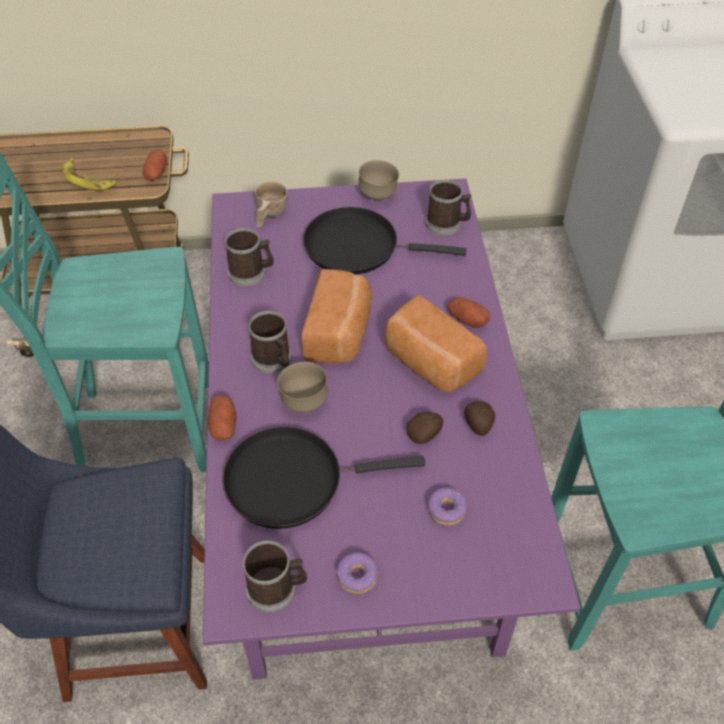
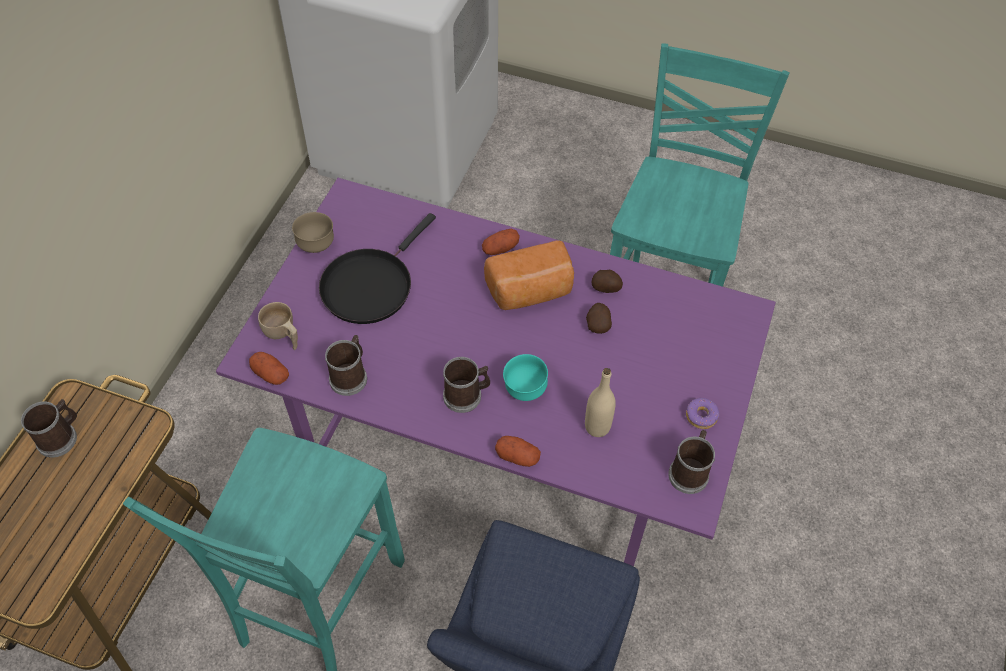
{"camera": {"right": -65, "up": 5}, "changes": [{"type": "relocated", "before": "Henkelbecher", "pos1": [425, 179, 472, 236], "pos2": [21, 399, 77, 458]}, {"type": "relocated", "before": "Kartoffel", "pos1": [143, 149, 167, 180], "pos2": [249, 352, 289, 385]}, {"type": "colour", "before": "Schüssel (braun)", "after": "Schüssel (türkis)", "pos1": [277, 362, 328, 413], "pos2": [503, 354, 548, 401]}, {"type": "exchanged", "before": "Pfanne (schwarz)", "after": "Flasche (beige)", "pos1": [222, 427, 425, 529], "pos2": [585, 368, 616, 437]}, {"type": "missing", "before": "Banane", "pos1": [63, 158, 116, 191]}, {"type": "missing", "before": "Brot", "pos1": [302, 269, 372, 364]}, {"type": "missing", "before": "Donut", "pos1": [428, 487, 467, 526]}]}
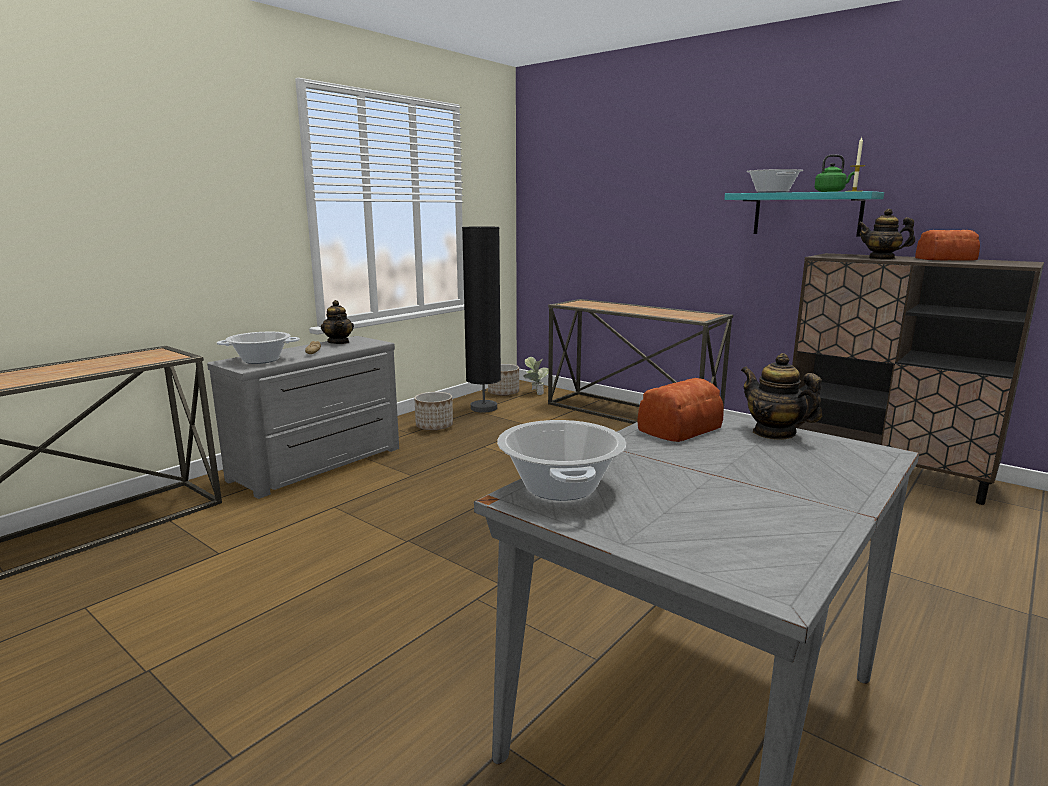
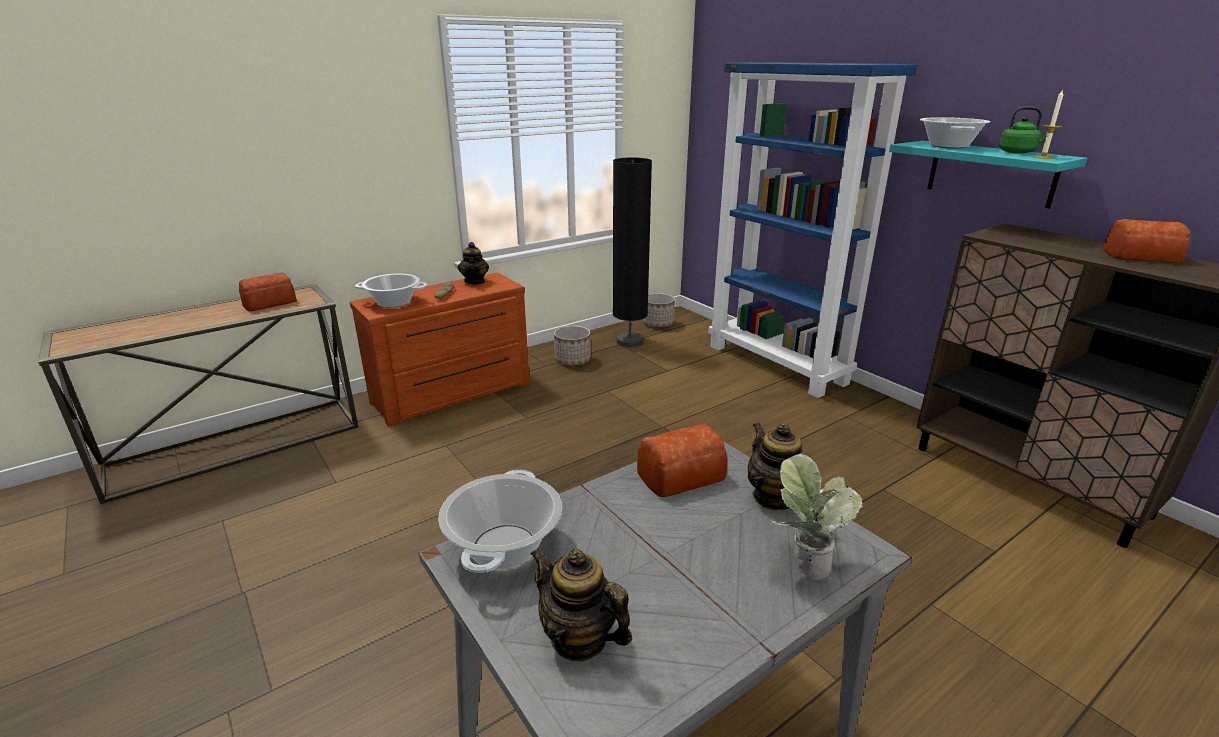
{"camera": {"right": 15, "up": 10}, "changes": [{"type": "appeared", "after": "Brot", "pos2": [239, 273, 297, 311]}, {"type": "colour", "before": "Kommode (grau)", "after": "Kommode (braun)", "pos1": [207, 336, 399, 499], "pos2": [350, 272, 530, 427]}, {"type": "relocated", "before": "Teekanne", "pos1": [858, 209, 915, 259], "pos2": [531, 548, 632, 662]}, {"type": "exchanged", "before": "Konsolentisch", "after": "Bücherregal (blau)", "pos1": [548, 299, 733, 424], "pos2": [708, 62, 917, 398]}, {"type": "relocated", "before": "Topfpflanze", "pos1": [523, 357, 548, 395], "pos2": [770, 454, 862, 580]}]}
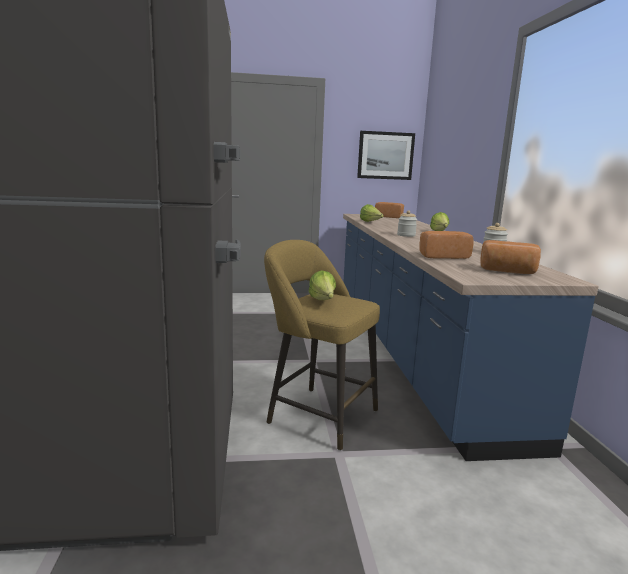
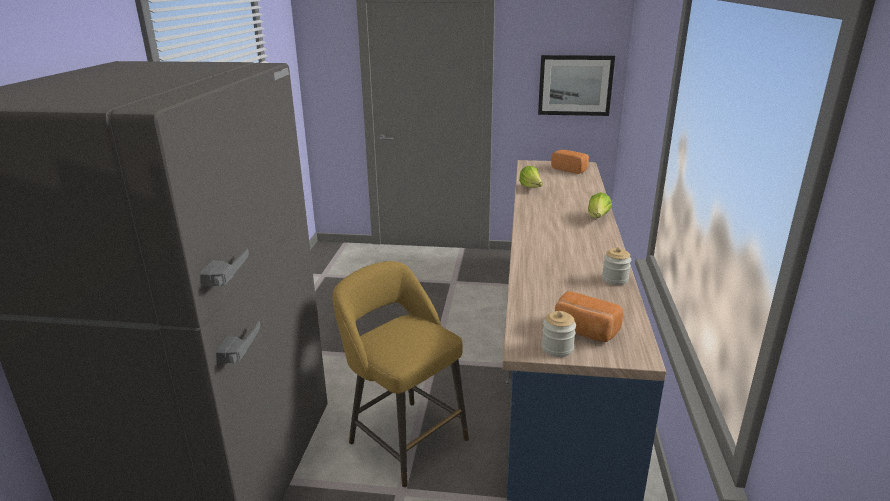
{"camera": {"right": 15, "up": 10}, "changes": [{"type": "relocated", "before": "Vorratsglas", "pos1": [397, 210, 417, 237], "pos2": [542, 311, 576, 357]}, {"type": "missing", "before": "Salatkopf", "pos1": [308, 270, 336, 300]}, {"type": "missing", "before": "Brot", "pos1": [419, 231, 473, 259]}]}
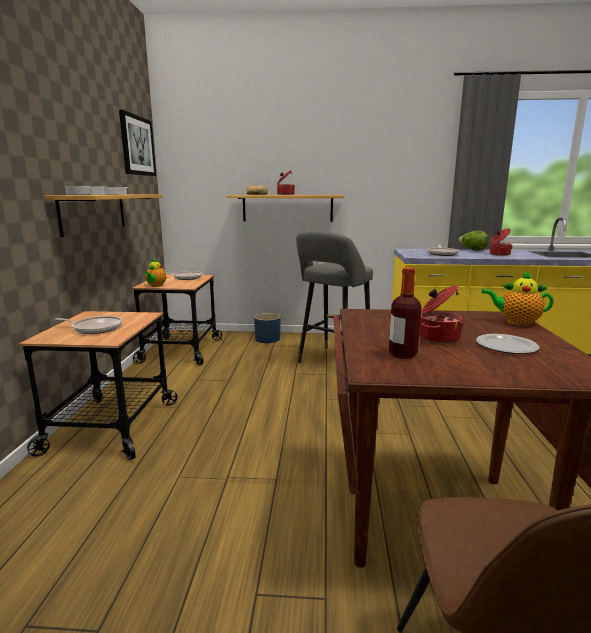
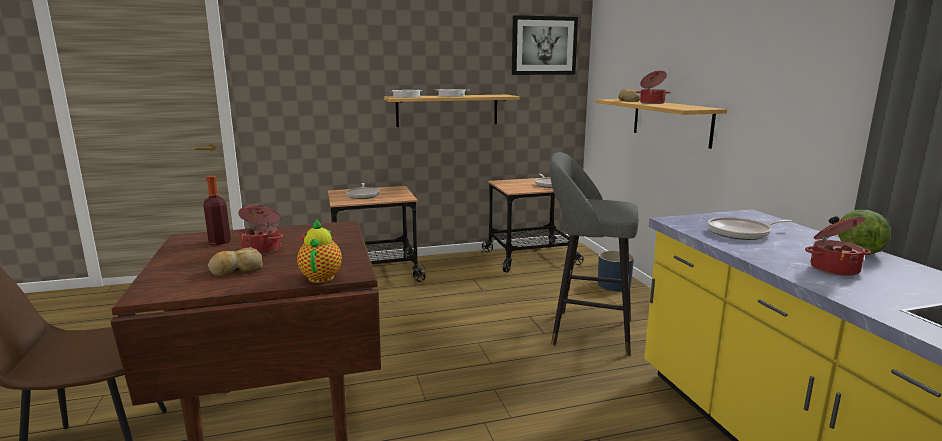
{"camera": {"right": 70, "up": 0}, "changes": [{"type": "exchanged", "before": "Teller", "after": "Brot", "pos1": [476, 334, 540, 354], "pos2": [208, 247, 263, 276]}, {"type": "missing", "before": "Teekanne", "pos1": [144, 258, 166, 287]}]}
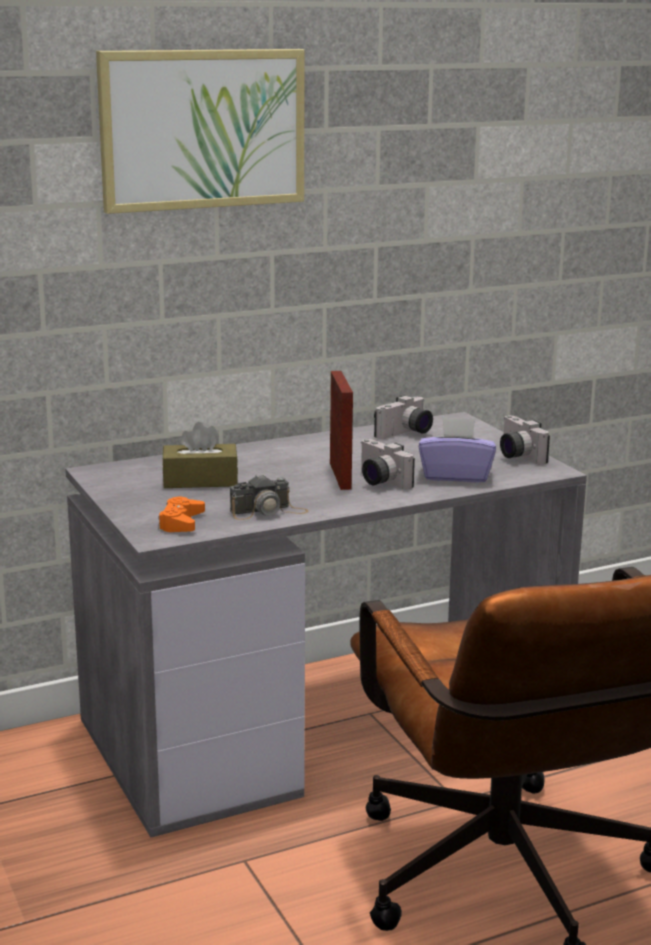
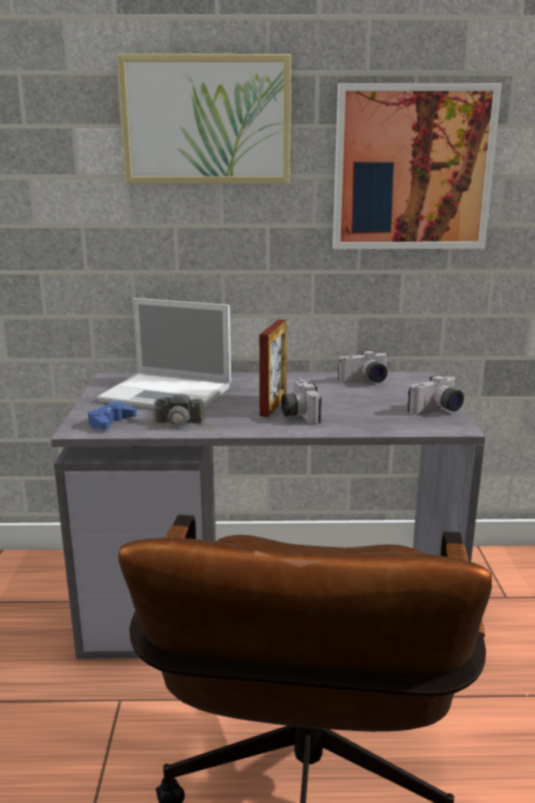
{"camera": {"right": 25, "up": 0}, "changes": [{"type": "colour", "before": "Gamepad (orange)", "after": "Gamepad (blau)", "pos1": [158, 497, 205, 532], "pos2": [88, 402, 137, 430]}, {"type": "exchanged", "before": "Taschentuchbox (braun)", "after": "Laptop", "pos1": [162, 422, 238, 488], "pos2": [97, 298, 231, 408]}, {"type": "appeared", "after": "Bild", "pos2": [333, 83, 502, 249]}, {"type": "spun", "before": "Kamera", "pos1": [500, 415, 550, 464], "pos2": [408, 375, 464, 415], "turn": -120}, {"type": "missing", "before": "Taschentuchbox (lila)", "pos1": [419, 417, 496, 482]}]}
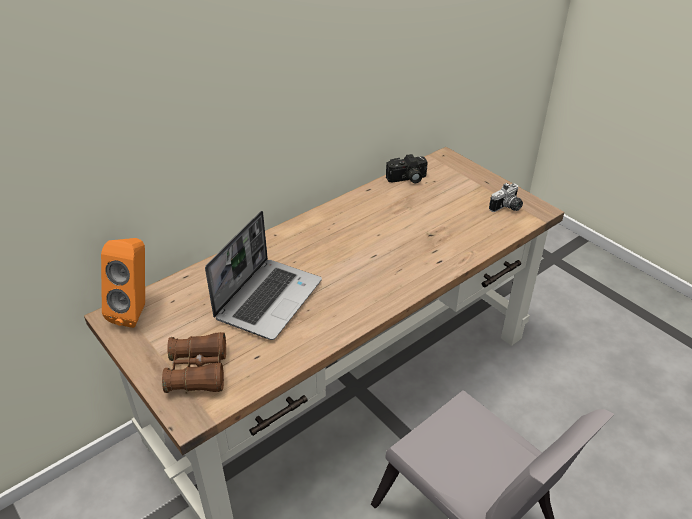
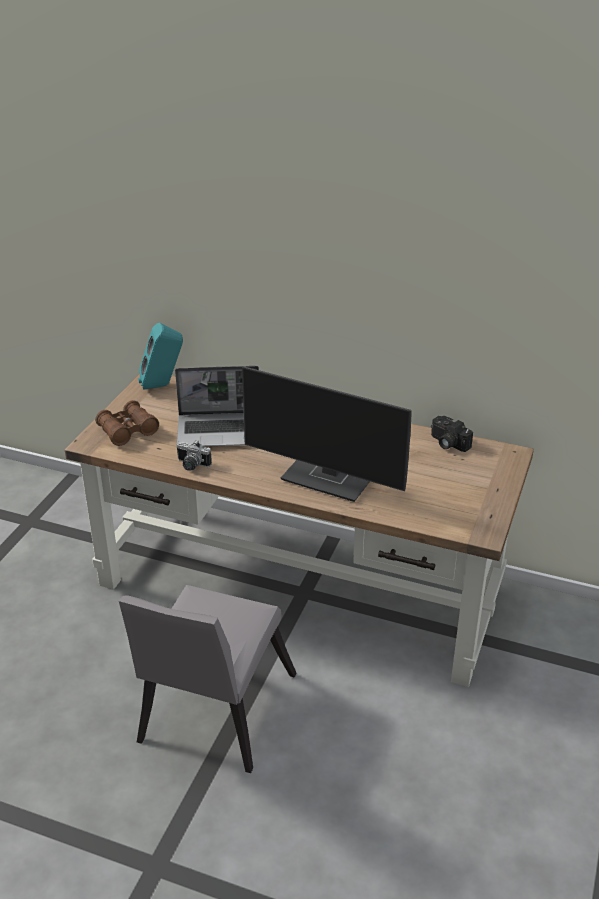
{"camera": {"right": 60, "up": -5}, "changes": [{"type": "colour", "before": "Lautsprecher (orange)", "after": "Lautsprecher (türkis)", "pos1": [101, 238, 145, 328], "pos2": [138, 323, 183, 390]}, {"type": "relocated", "before": "Kamera", "pos1": [489, 183, 523, 212], "pos2": [177, 440, 212, 471]}, {"type": "appeared", "after": "Monitor", "pos2": [242, 366, 412, 502]}]}
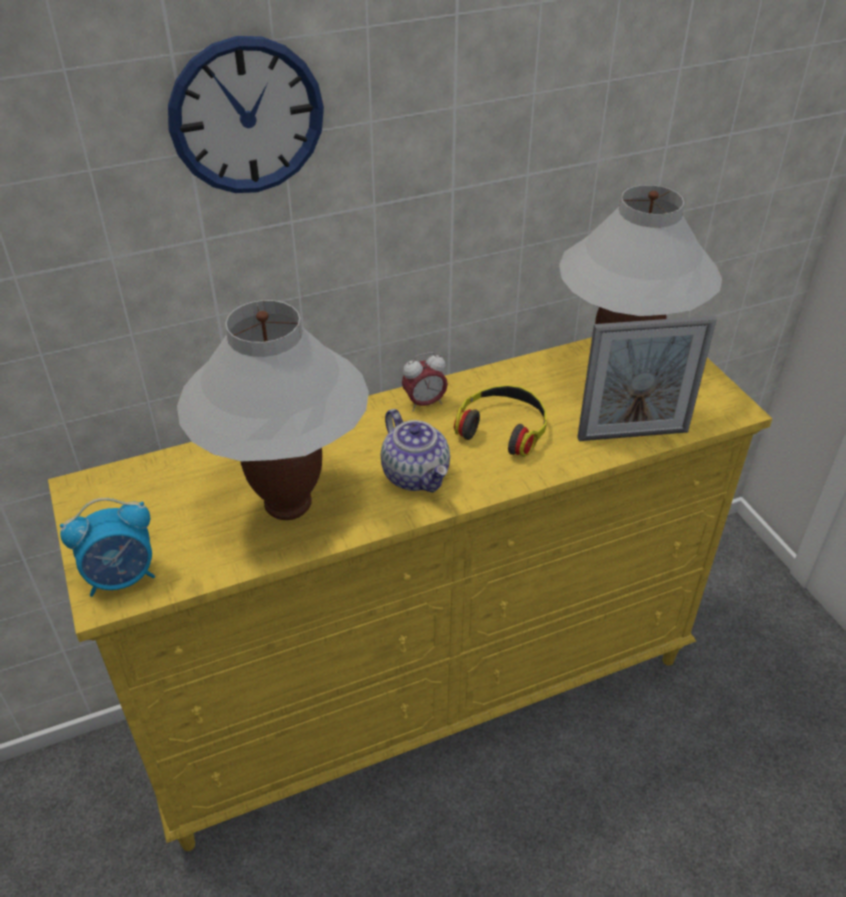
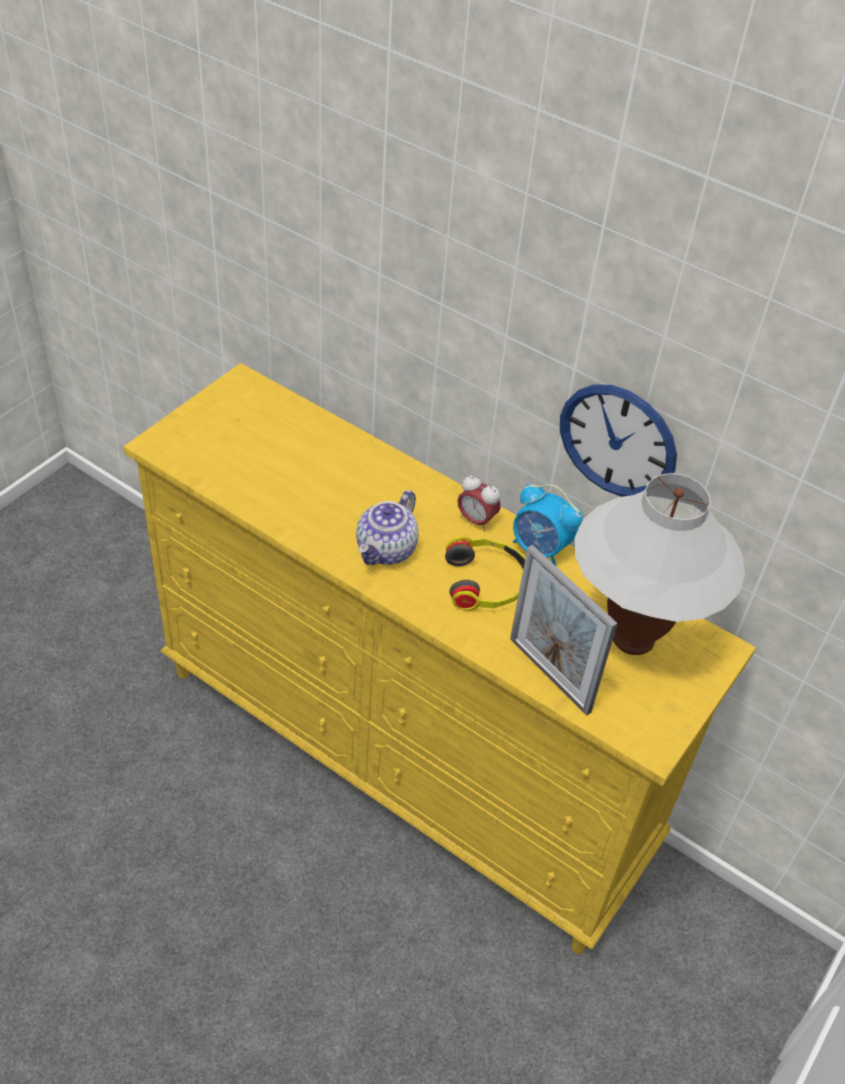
{"camera": {"right": 55, "up": 5}, "changes": [{"type": "relocated", "before": "Wecker", "pos1": [60, 498, 155, 597], "pos2": [513, 483, 583, 566]}, {"type": "relocated", "before": "Wanduhr", "pos1": [168, 36, 324, 193], "pos2": [560, 384, 677, 497]}, {"type": "missing", "before": "Tischlampe (weiß)", "pos1": [177, 300, 369, 520]}]}
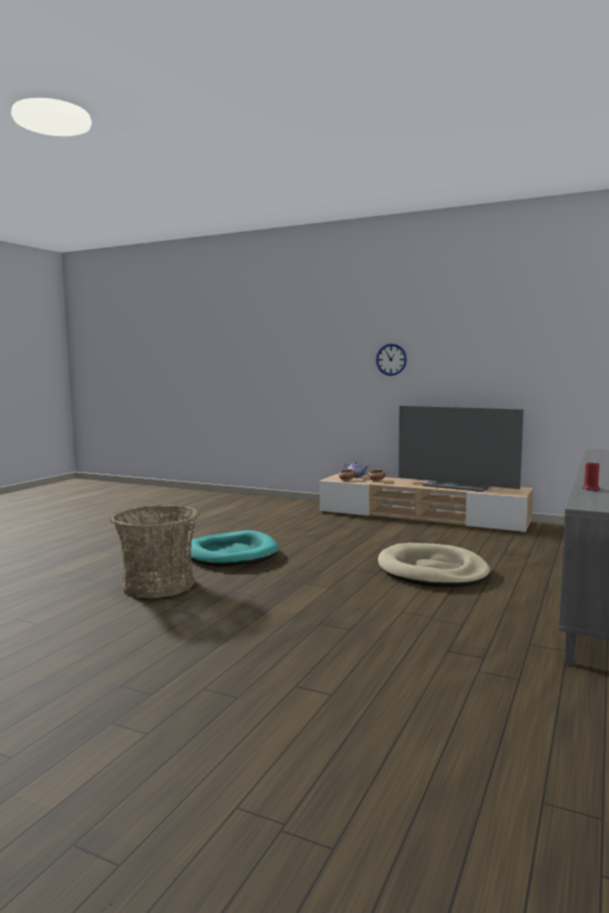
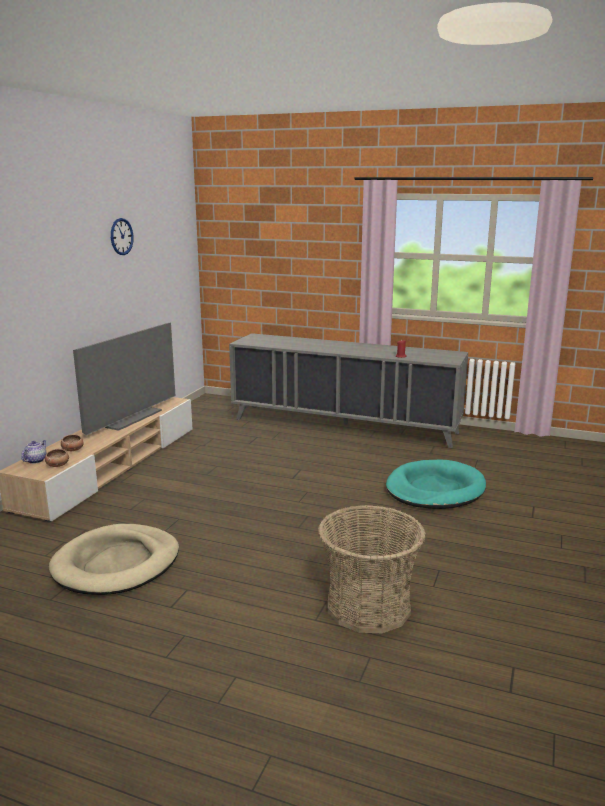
{"camera": {"right": -95, "up": 10}, "changes": [{"type": "relocated", "before": "Hundebett (beige)", "pos1": [378, 543, 490, 587], "pos2": [49, 524, 179, 595]}, {"type": "relocated", "before": "Wanduhr", "pos1": [376, 343, 407, 376], "pos2": [111, 218, 134, 255]}, {"type": "relocated", "before": "Hundebett (türkis)", "pos1": [188, 530, 279, 567], "pos2": [386, 460, 486, 509]}]}
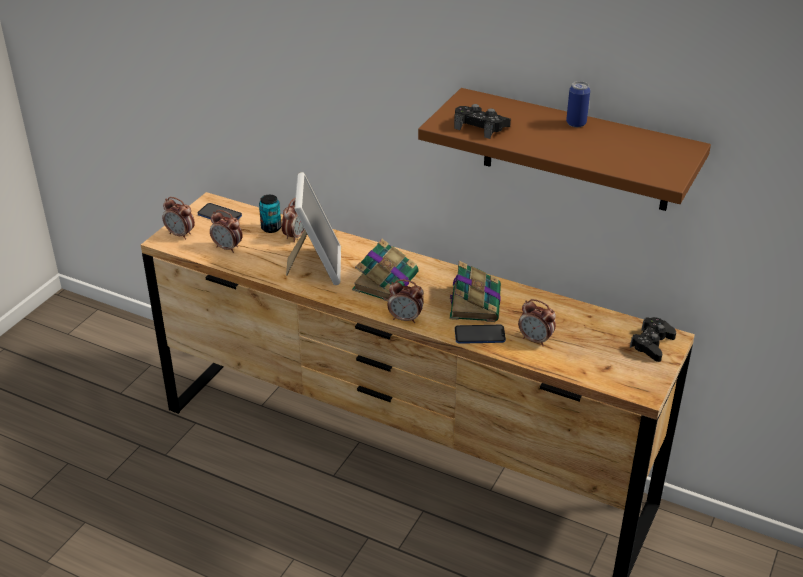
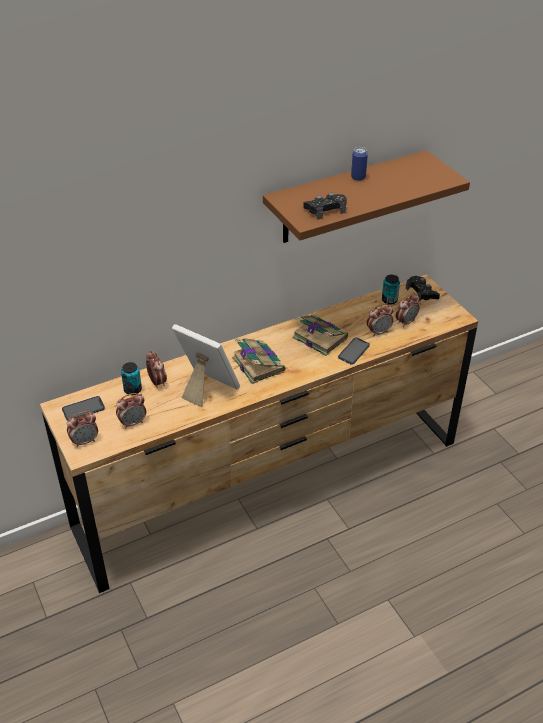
{"camera": {"right": -55, "up": 5}, "changes": [{"type": "appeared", "after": "Dose", "pos2": [382, 275, 400, 305]}, {"type": "relocated", "before": "Wecker", "pos1": [388, 279, 423, 323], "pos2": [396, 293, 420, 327]}]}
